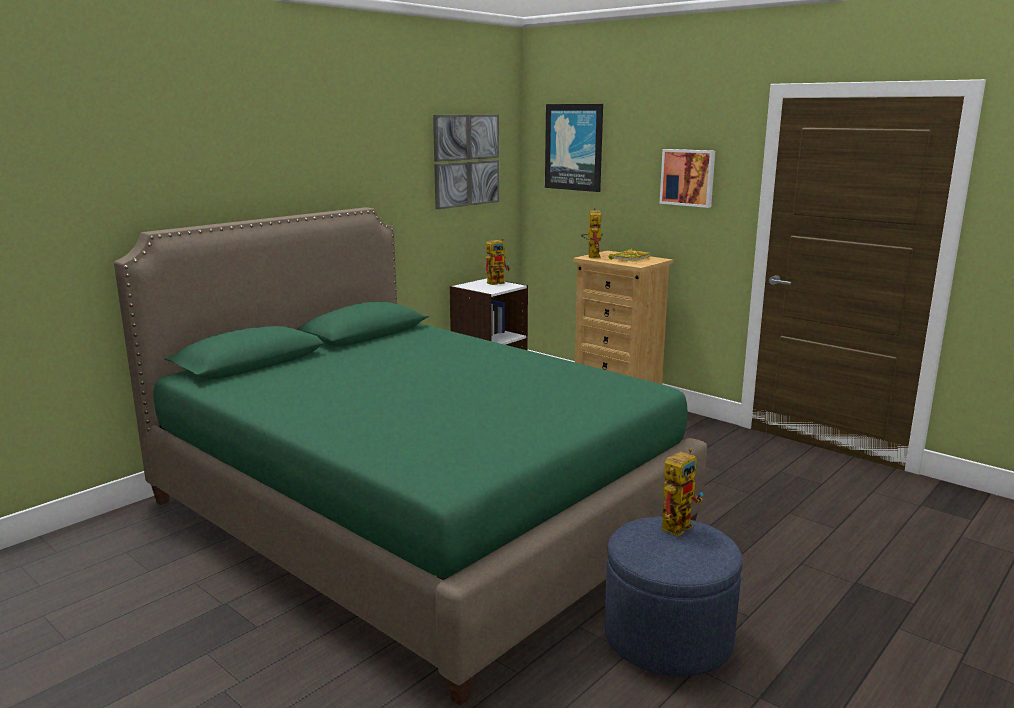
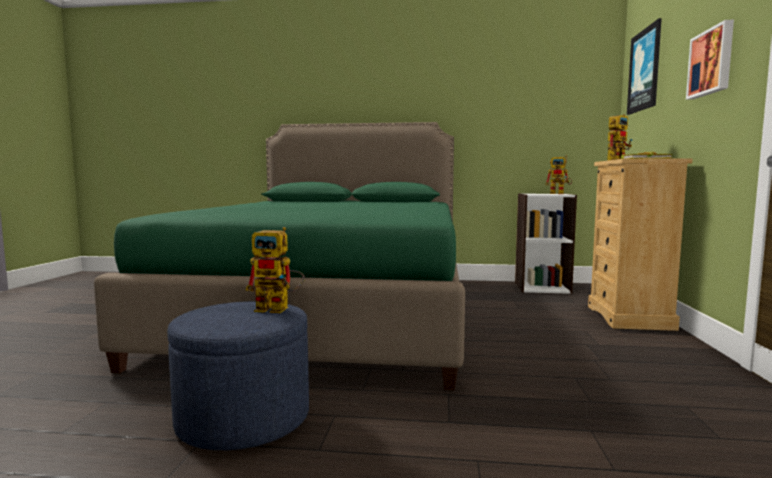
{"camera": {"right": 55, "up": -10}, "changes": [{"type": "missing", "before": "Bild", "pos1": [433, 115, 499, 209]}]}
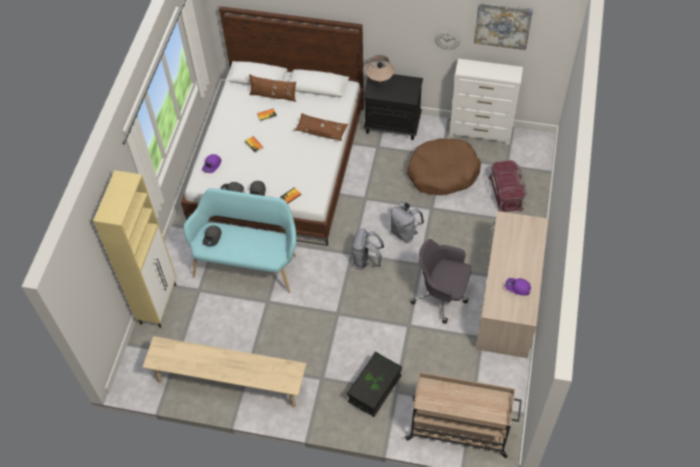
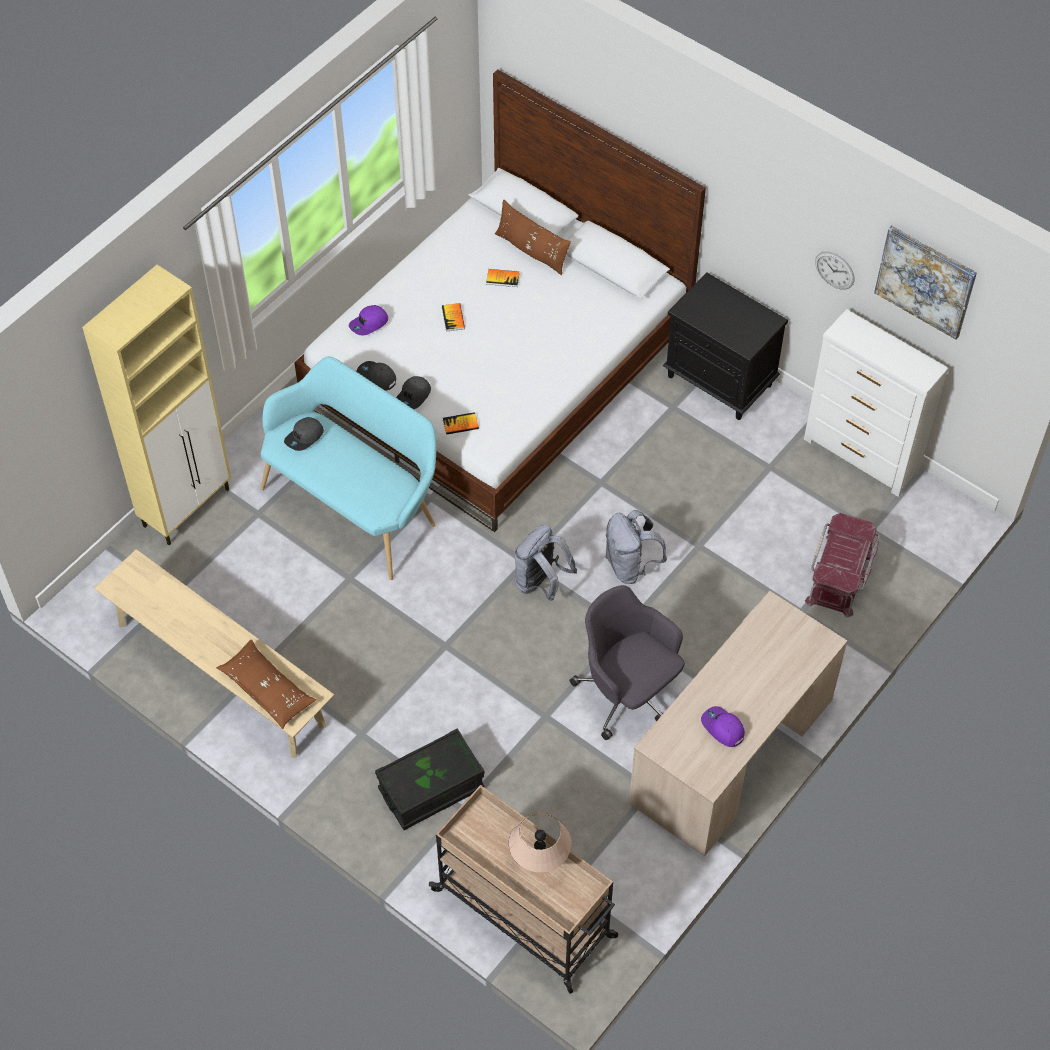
{"camera": {"right": 25, "up": 0}, "changes": [{"type": "relocated", "before": "Kissen (braun)", "pos1": [294, 113, 348, 141], "pos2": [216, 639, 316, 729]}, {"type": "relocated", "before": "Tischlampe (beige)", "pos1": [366, 55, 394, 87], "pos2": [509, 813, 571, 872]}, {"type": "missing", "before": "Hundebett (braun)", "pos1": [407, 138, 481, 195]}]}
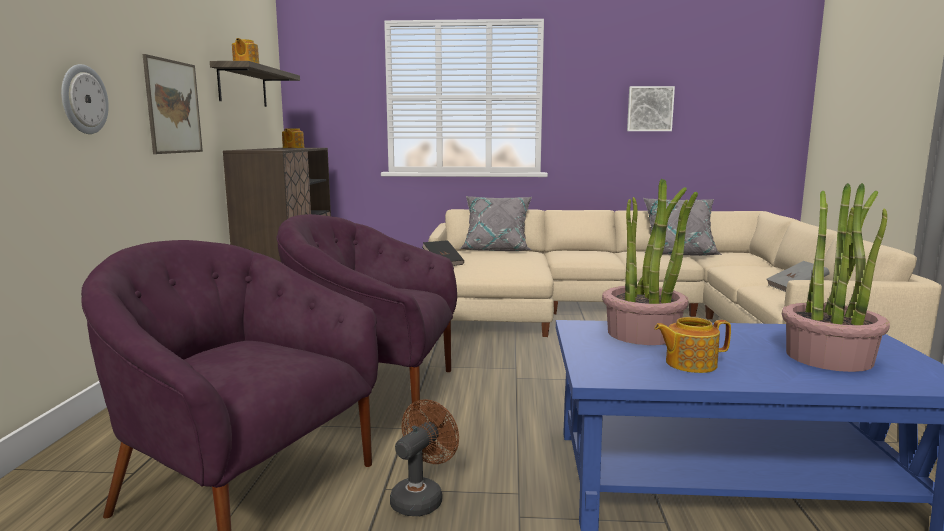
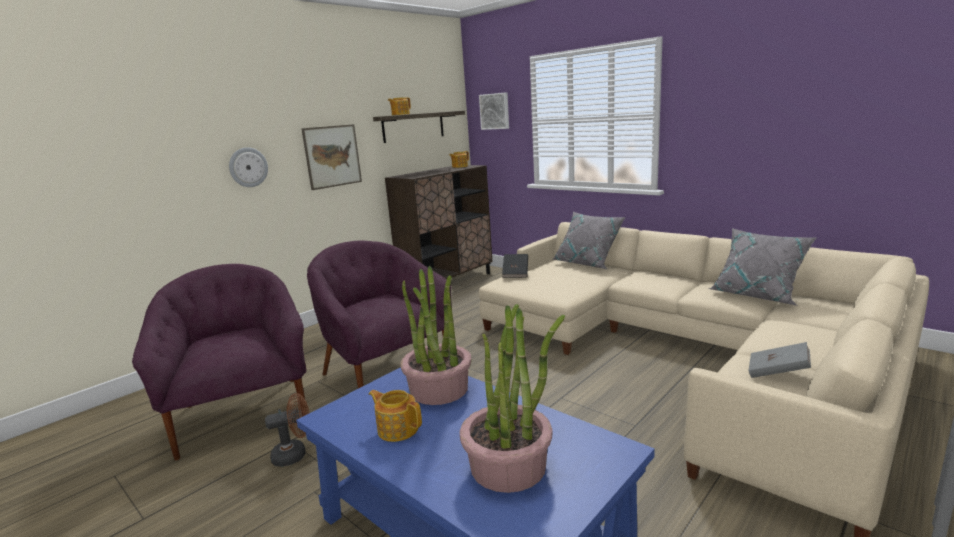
{"camera": {"right": 40, "up": 5}, "changes": [{"type": "relocated", "before": "Bild", "pos1": [627, 86, 675, 131], "pos2": [479, 92, 509, 130]}]}
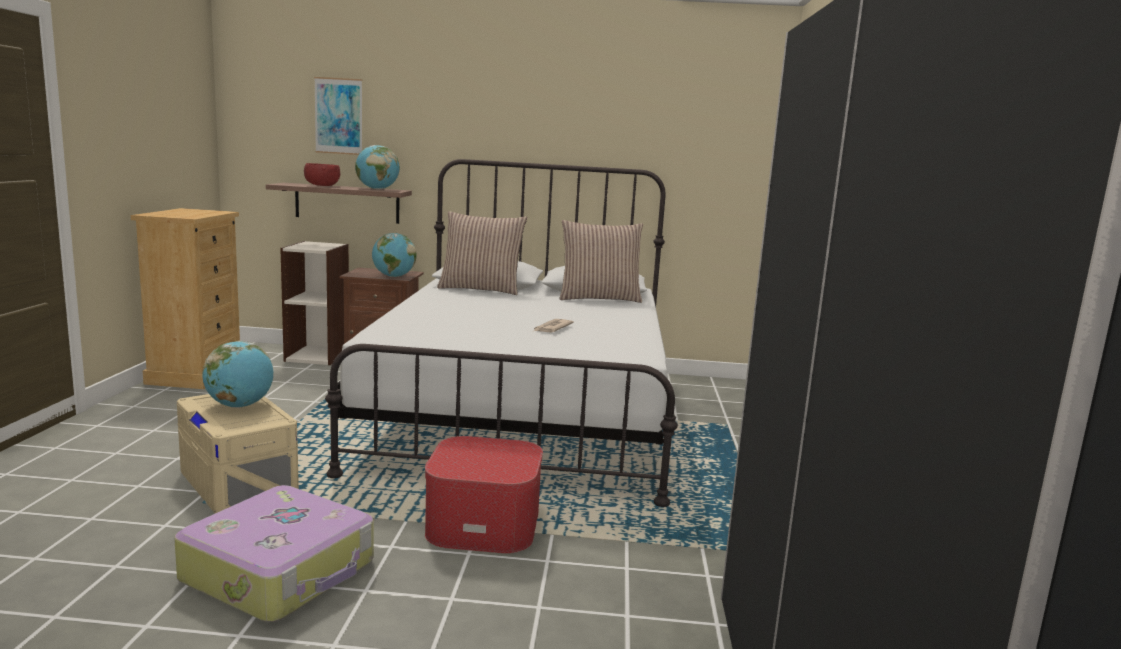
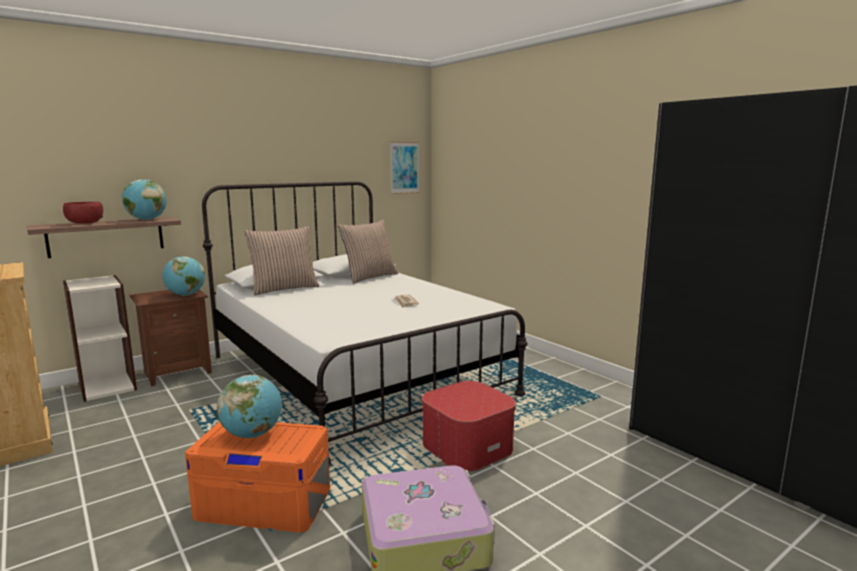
{"camera": {"right": -40, "up": 0}, "changes": [{"type": "colour", "before": "Aufbewahrungsbox (beige)", "after": "Aufbewahrungsbox (orange)", "pos1": [177, 394, 299, 513], "pos2": [185, 421, 330, 533]}, {"type": "relocated", "before": "Bild", "pos1": [314, 77, 362, 155], "pos2": [390, 142, 419, 194]}]}
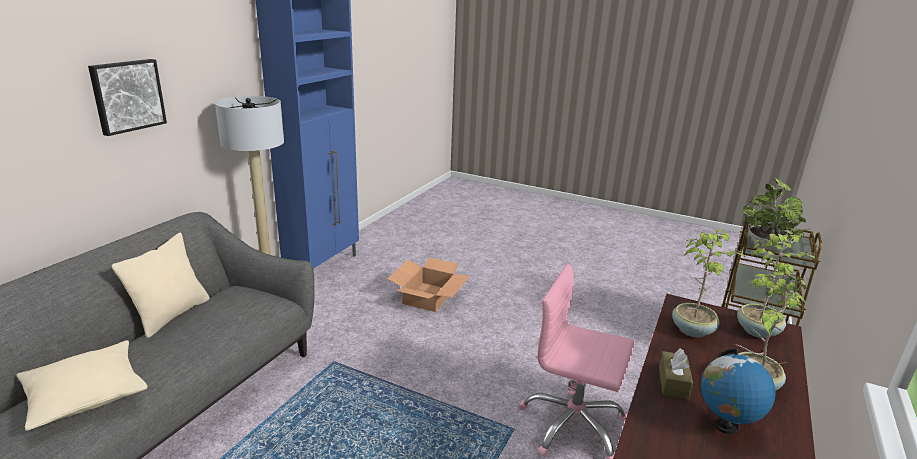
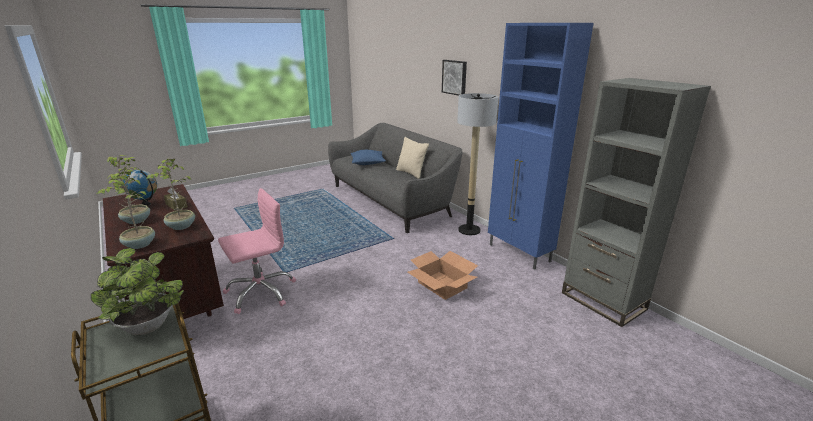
{"camera": {"right": 120, "up": 0}, "changes": [{"type": "colour", "before": "Kissen (beige)", "after": "Kissen (blau)", "pos1": [16, 340, 148, 431], "pos2": [351, 150, 386, 165]}, {"type": "appeared", "after": "Bücherregal (grau)", "pos2": [562, 78, 711, 327]}]}
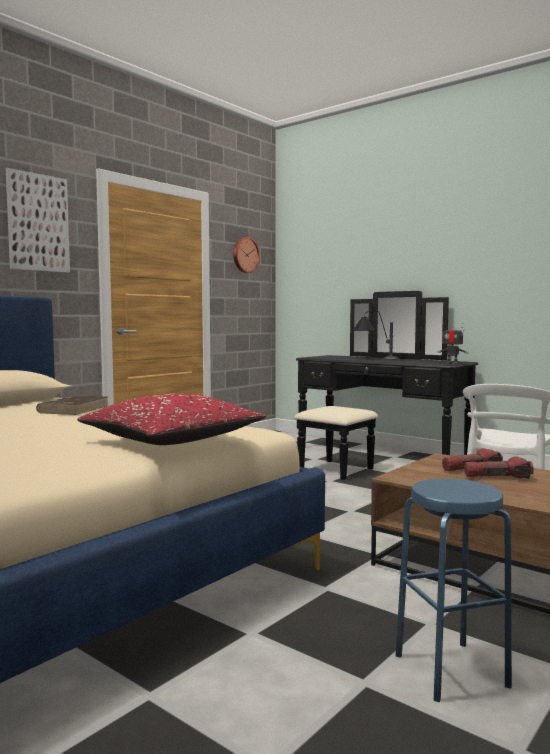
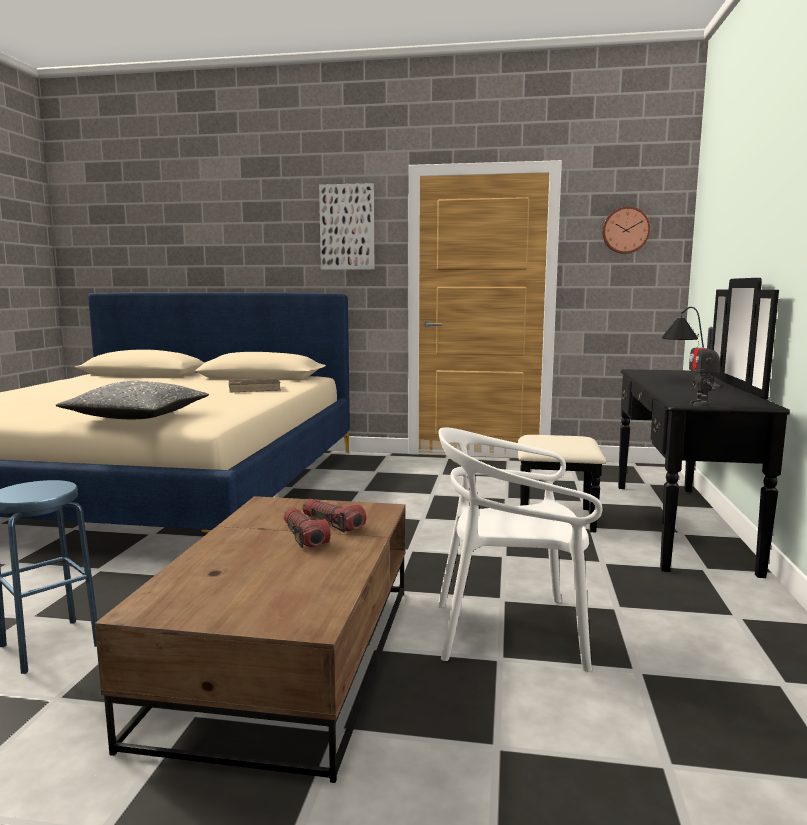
{"camera": {"right": 60, "up": 5}, "changes": [{"type": "colour", "before": "Kissen (rot)", "after": "Kissen (grau)", "pos1": [77, 393, 266, 445], "pos2": [56, 381, 209, 419]}]}
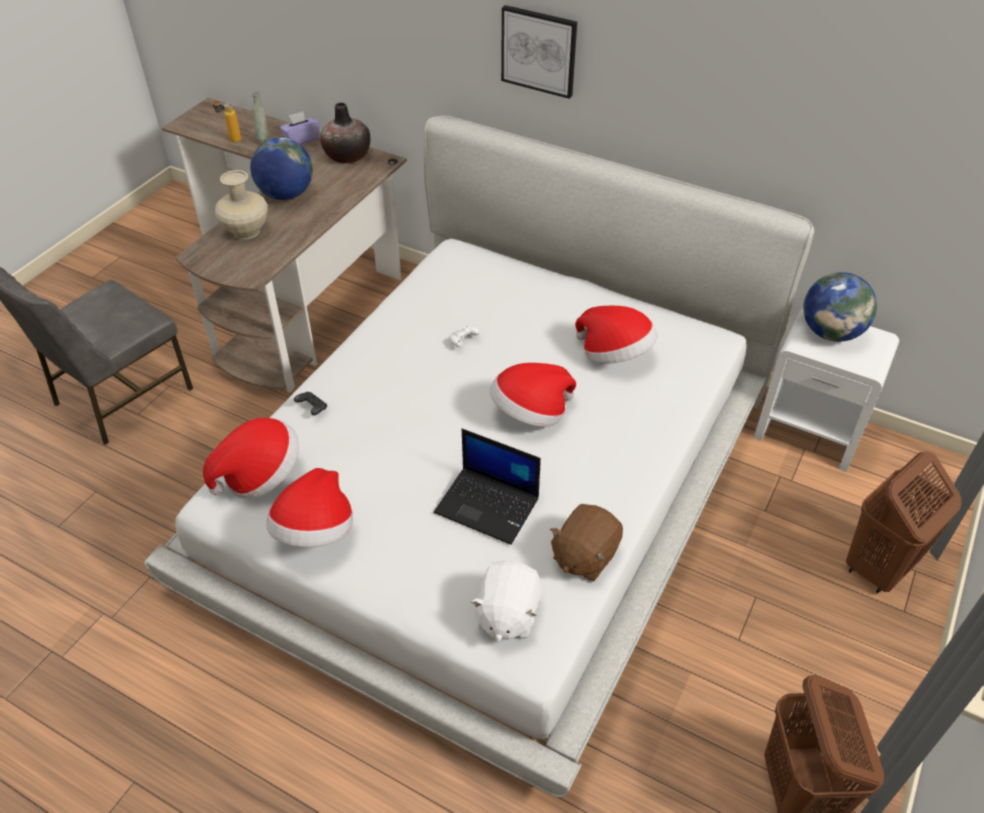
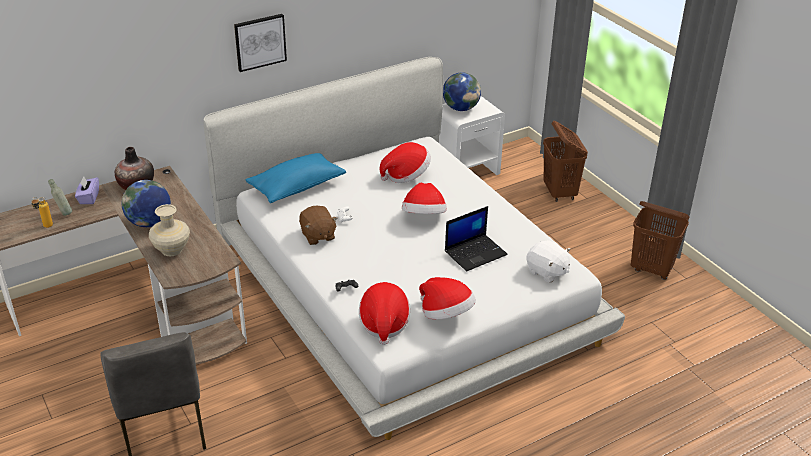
{"camera": {"right": -60, "up": -10}, "changes": [{"type": "appeared", "after": "Kissen (blau)", "pos2": [245, 153, 346, 203]}, {"type": "relocated", "before": "Plüschtier (braun)", "pos1": [550, 504, 623, 581], "pos2": [299, 206, 338, 245]}]}
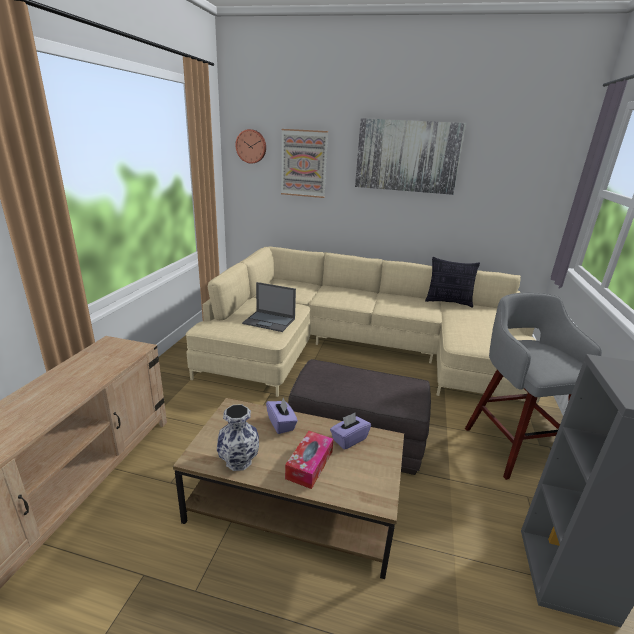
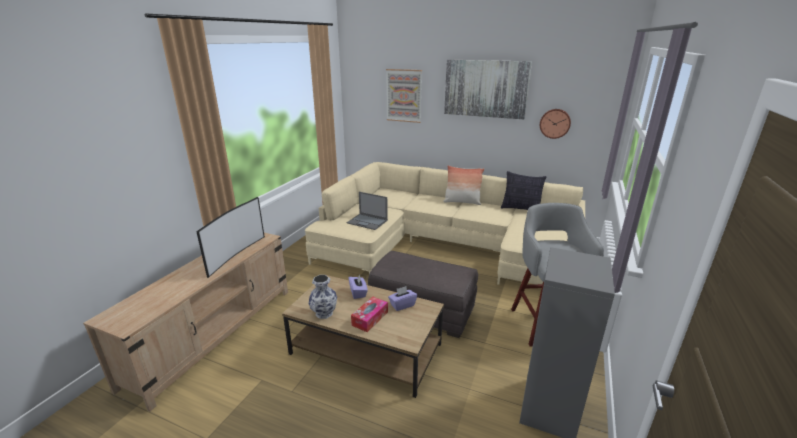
{"camera": {"right": 10, "up": 0}, "changes": [{"type": "appeared", "after": "Fernseher", "pos2": [196, 197, 265, 278]}, {"type": "appeared", "after": "Kissen", "pos2": [443, 165, 484, 205]}, {"type": "relocated", "before": "Wanduhr", "pos1": [235, 129, 266, 164], "pos2": [540, 109, 571, 139]}]}
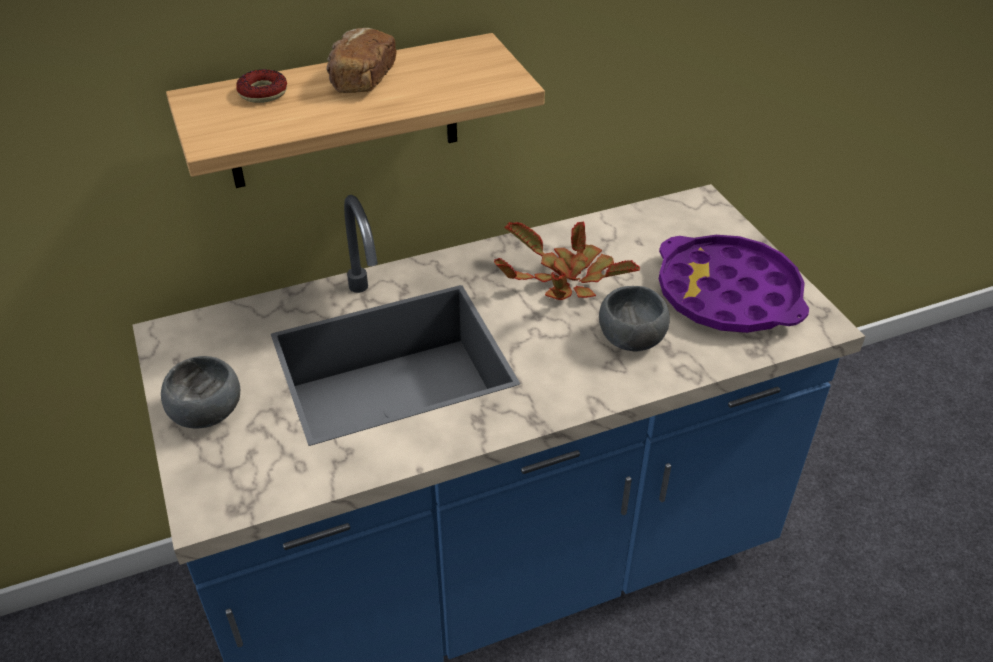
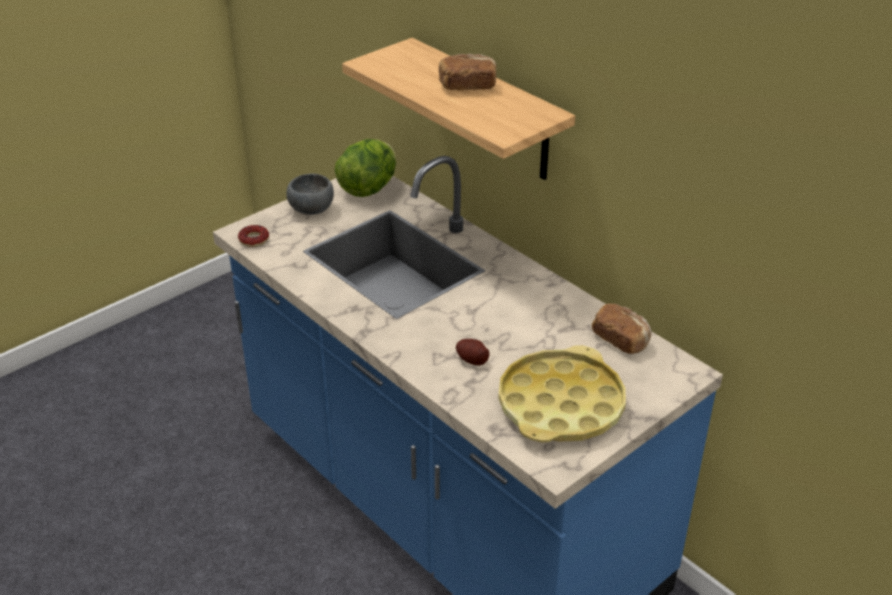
{"camera": {"right": 70, "up": -5}, "changes": [{"type": "relocated", "before": "Donut", "pos1": [236, 69, 287, 103], "pos2": [238, 225, 269, 247]}, {"type": "appeared", "after": "Salatkopf", "pos2": [335, 139, 396, 197]}, {"type": "exchanged", "before": "Schüssel (grau)", "after": "Kartoffel", "pos1": [599, 286, 670, 352], "pos2": [456, 339, 490, 365]}, {"type": "colour", "before": "Tablett (lila)", "after": "Tablett (gelb)", "pos1": [659, 235, 809, 333], "pos2": [498, 345, 626, 442]}, {"type": "appeared", "after": "Brot", "pos2": [592, 304, 651, 354]}, {"type": "missing", "before": "Topfpflanze", "pos1": [494, 222, 640, 300]}]}
